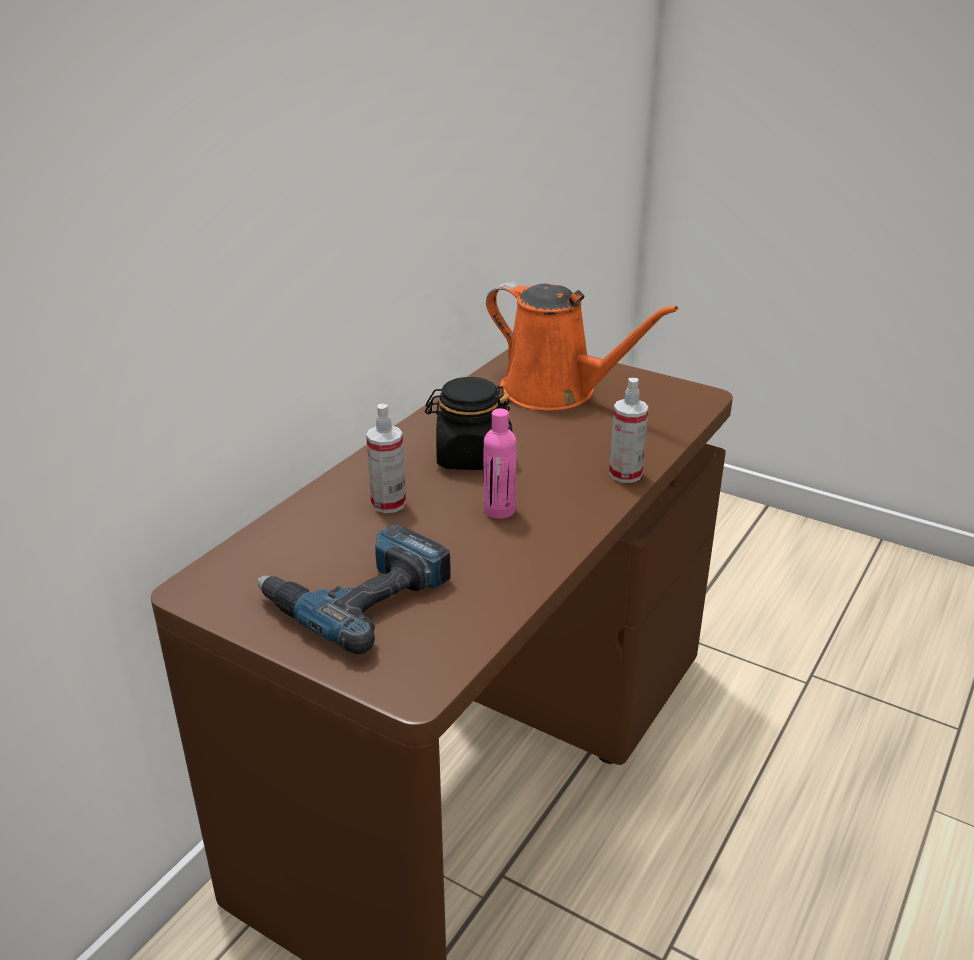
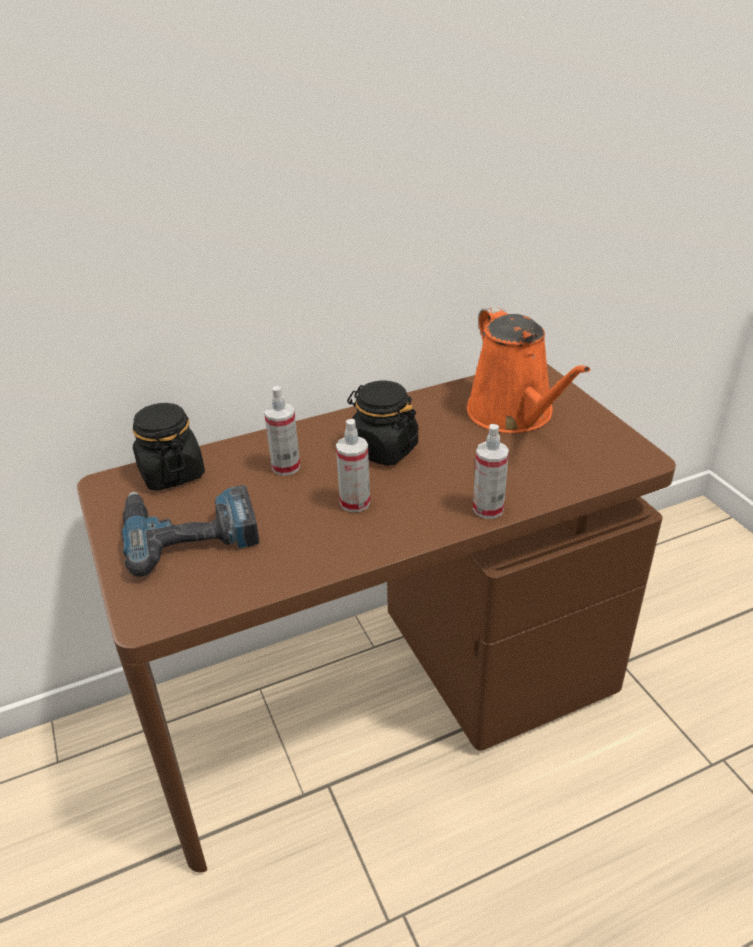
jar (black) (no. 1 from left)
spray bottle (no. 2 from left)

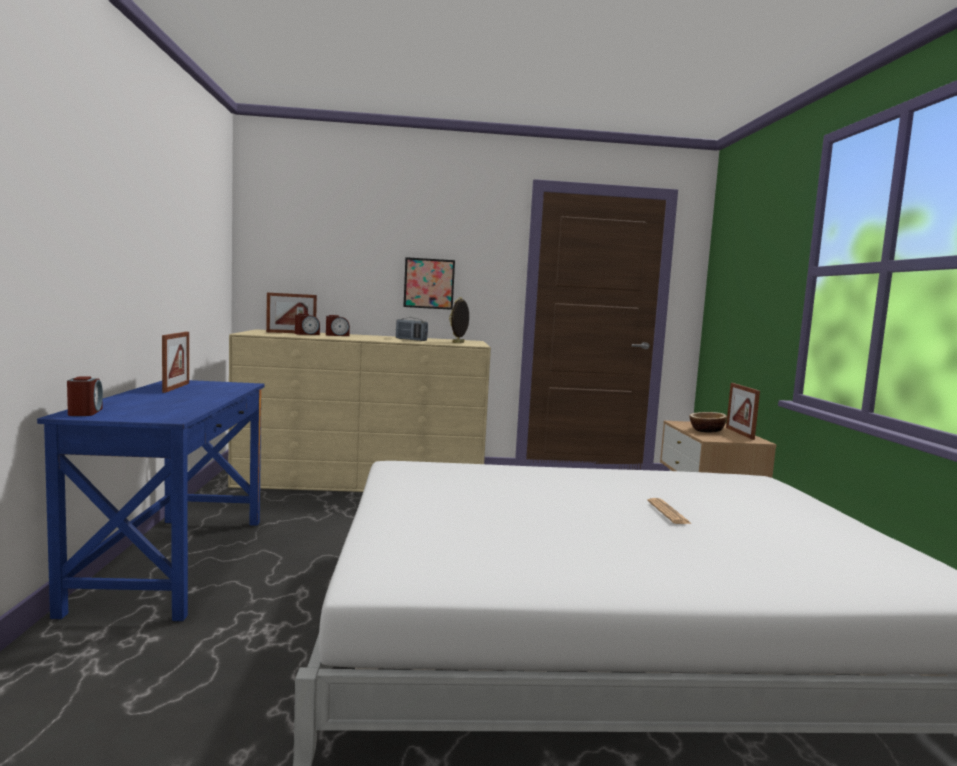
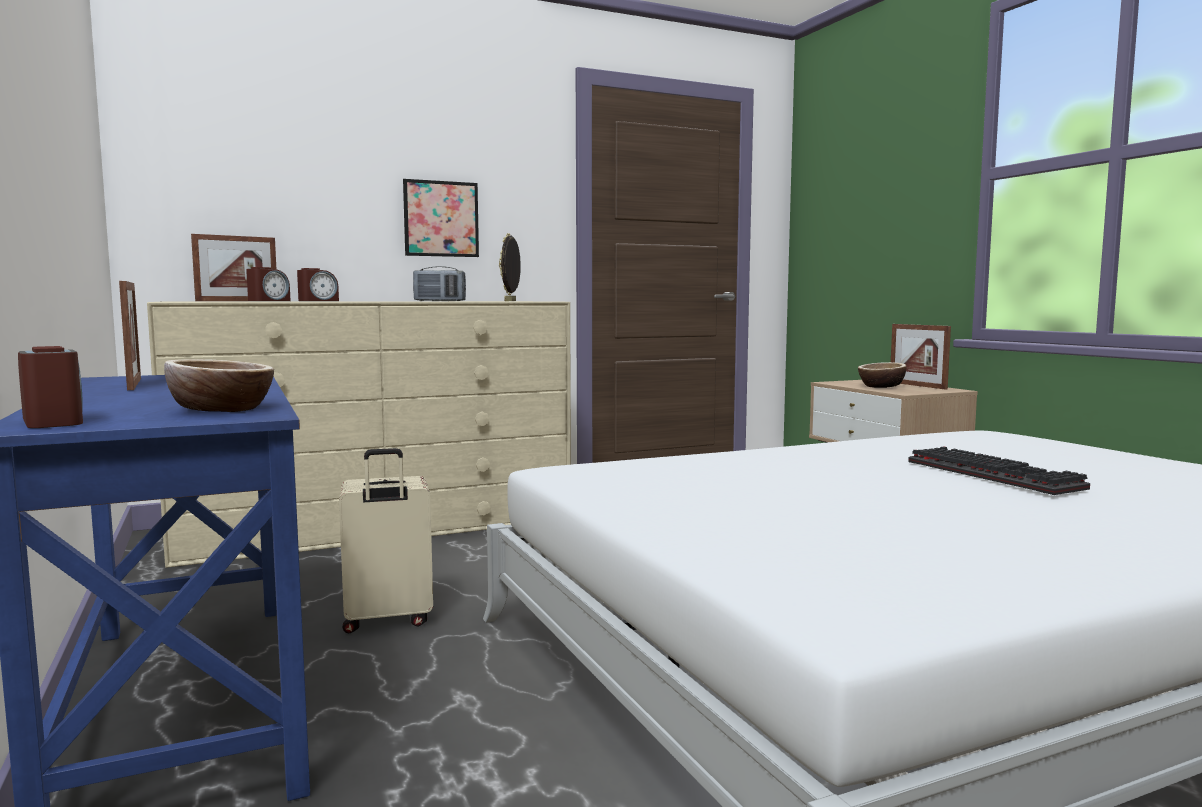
bowl (no. 1 from left)
suitcase (beige)
keyboard

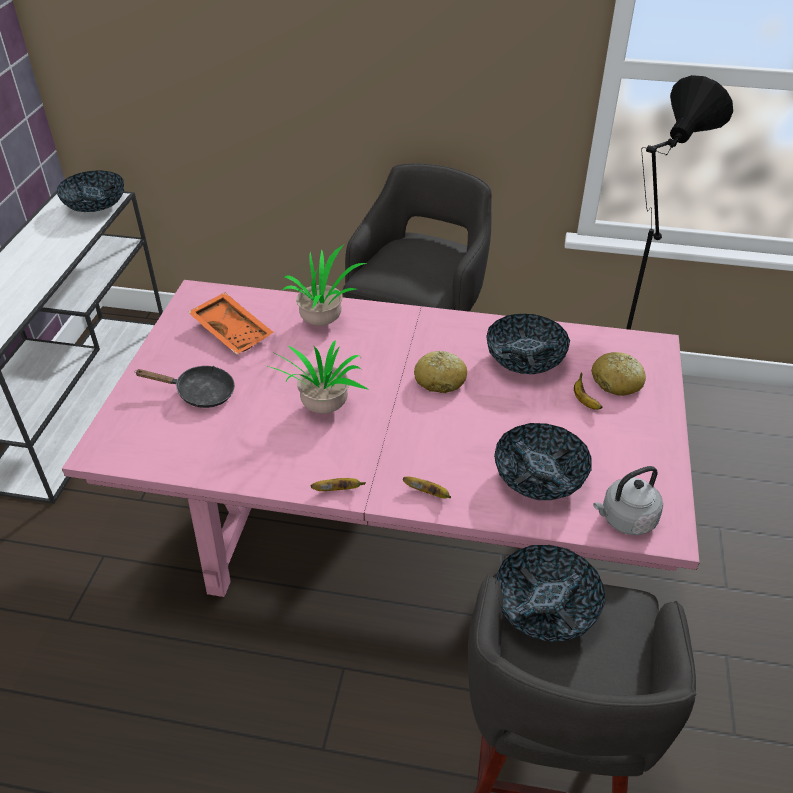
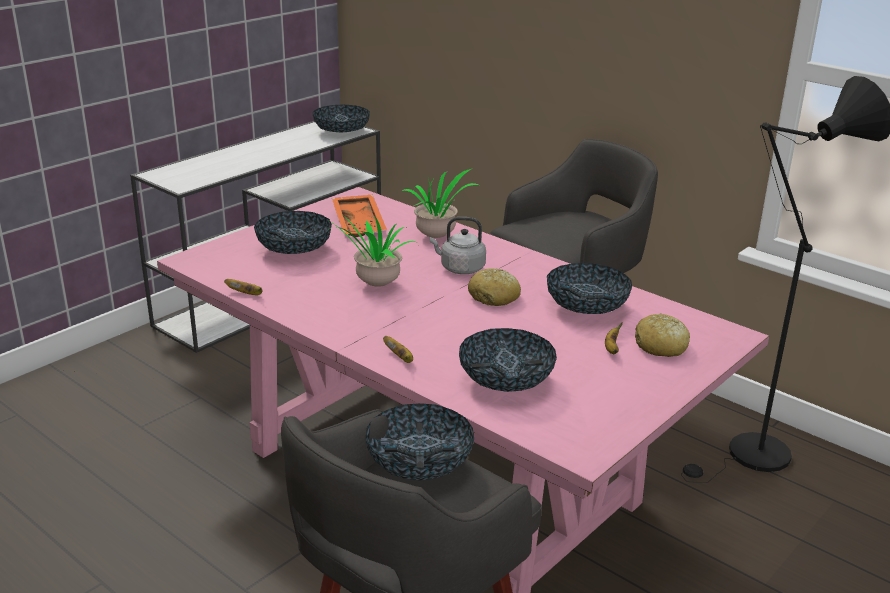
banana (no. 1 from left)
kettle (grey)
bowl (no. 1 from left)

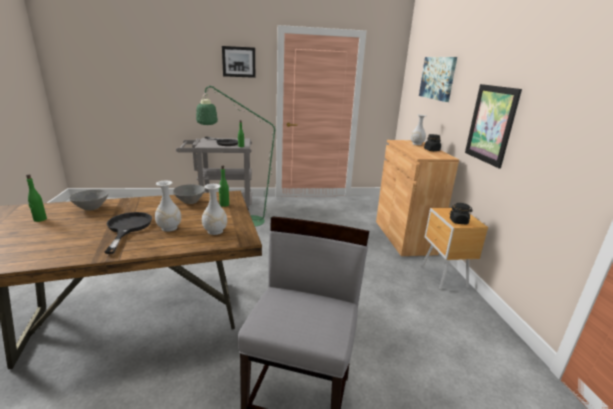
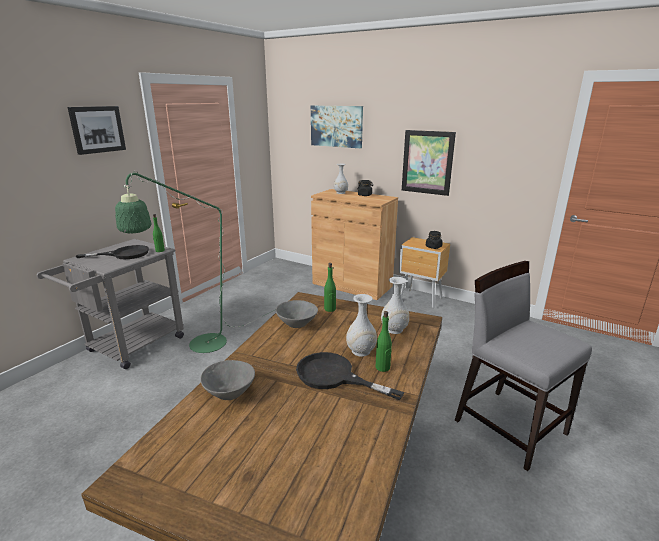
bottle (green) (no. 3 from left)

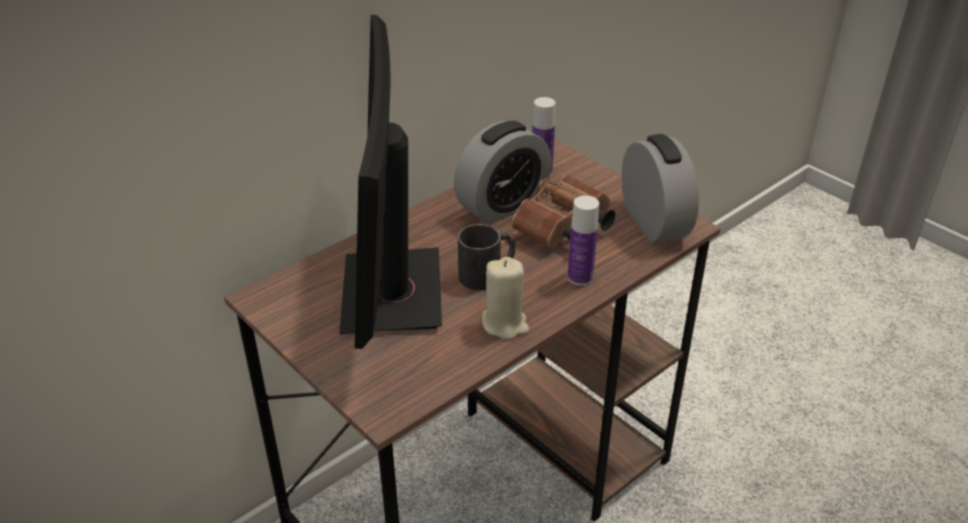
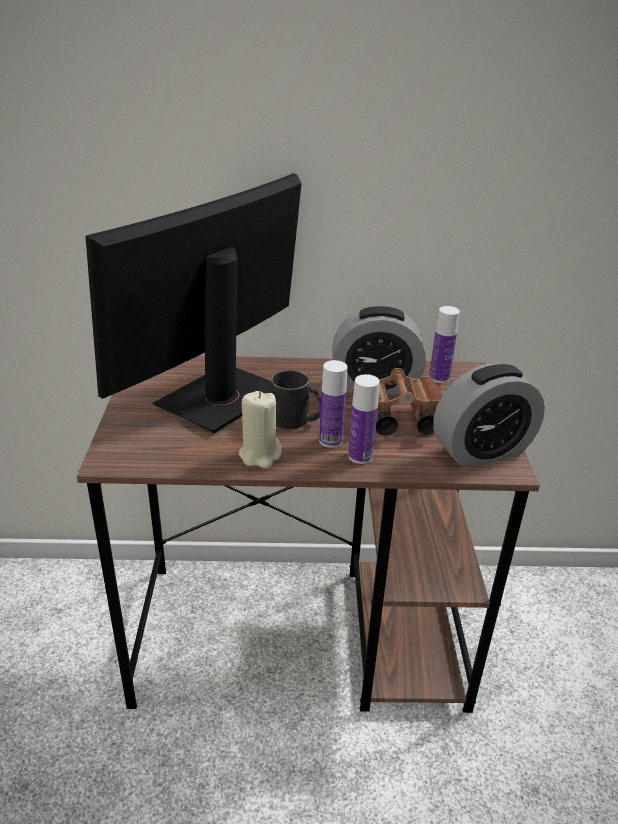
bottle (no. 1 from left)
alarm clock (no. 2 from left)

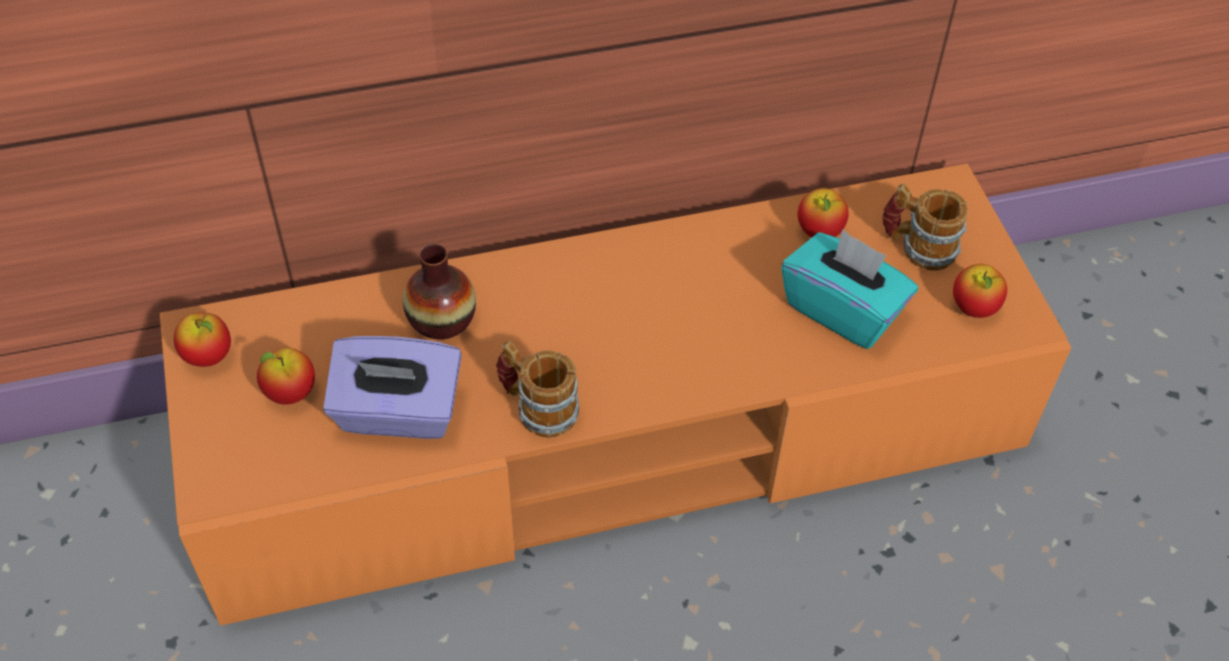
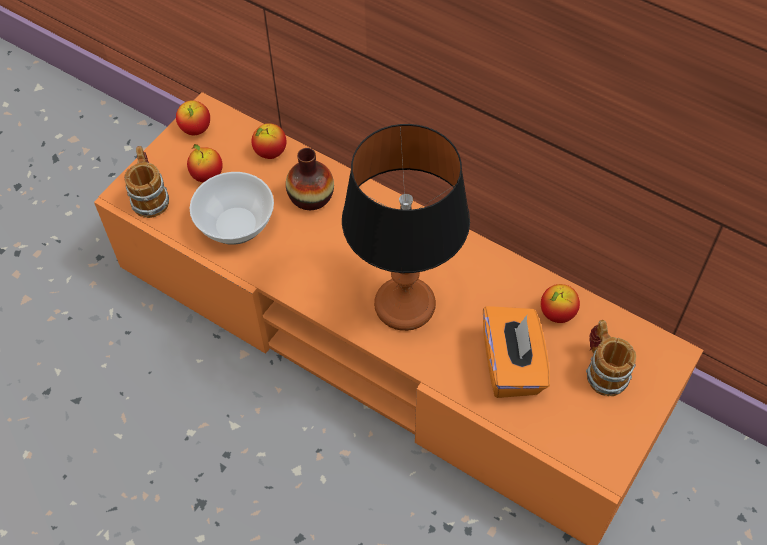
table lamp
mug (no. 1 from left)
apple (no. 3 from left)
bowl
tissue box (orange)

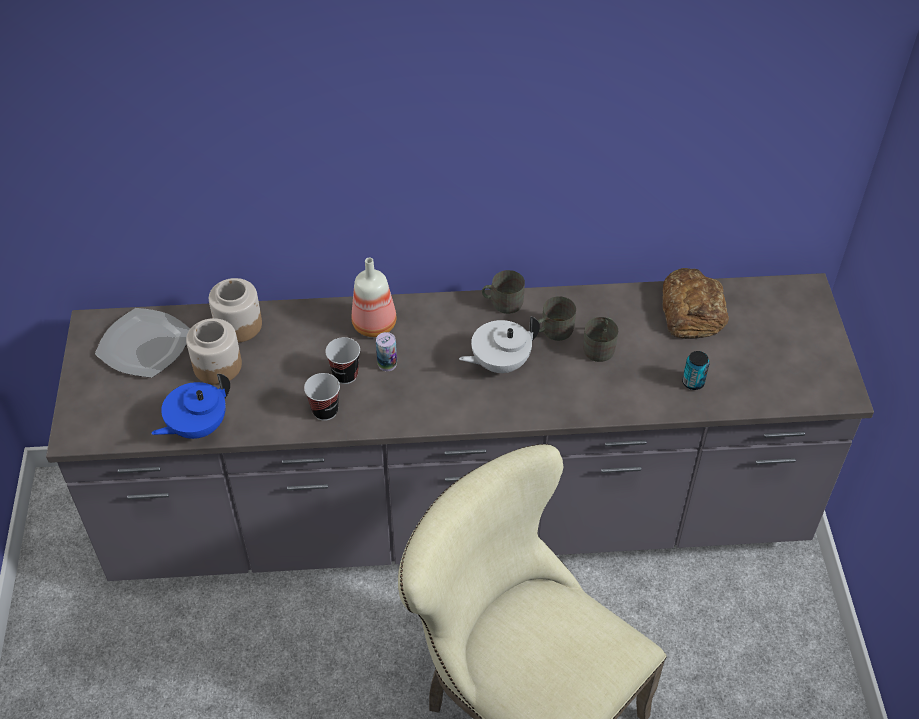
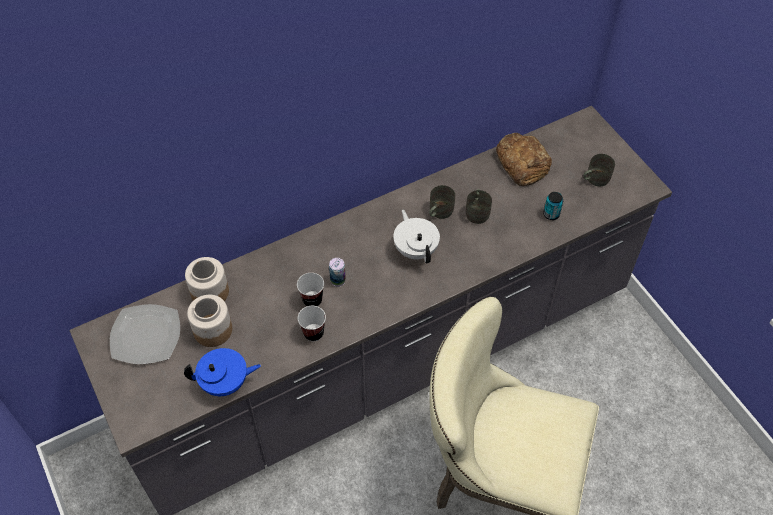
bottle
mug (grey) (no. 3 from left)
teapot (blue)
teapot (white)

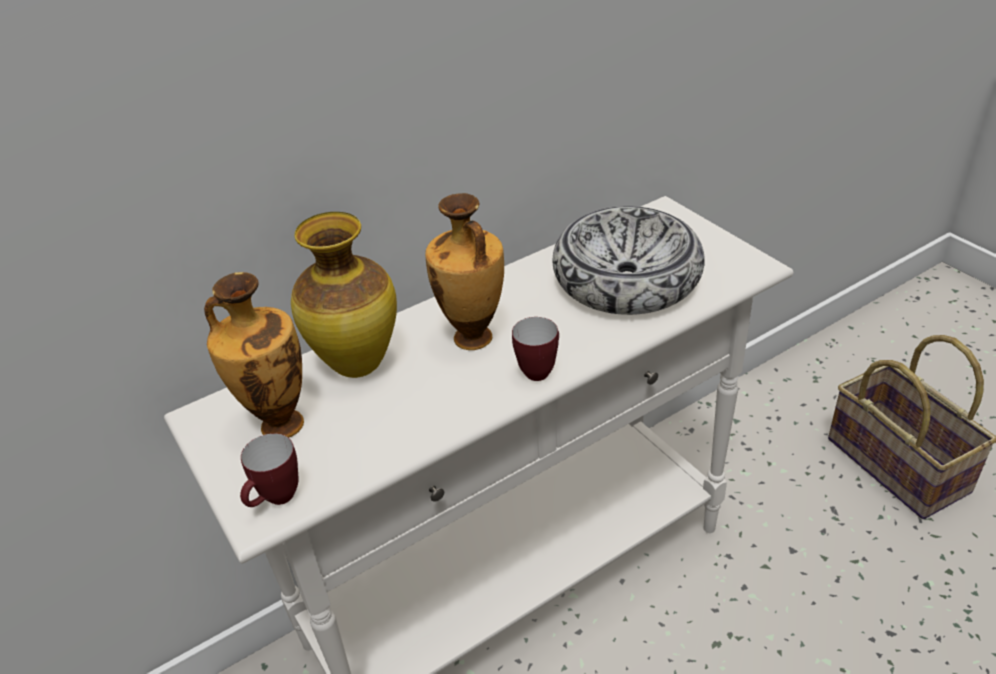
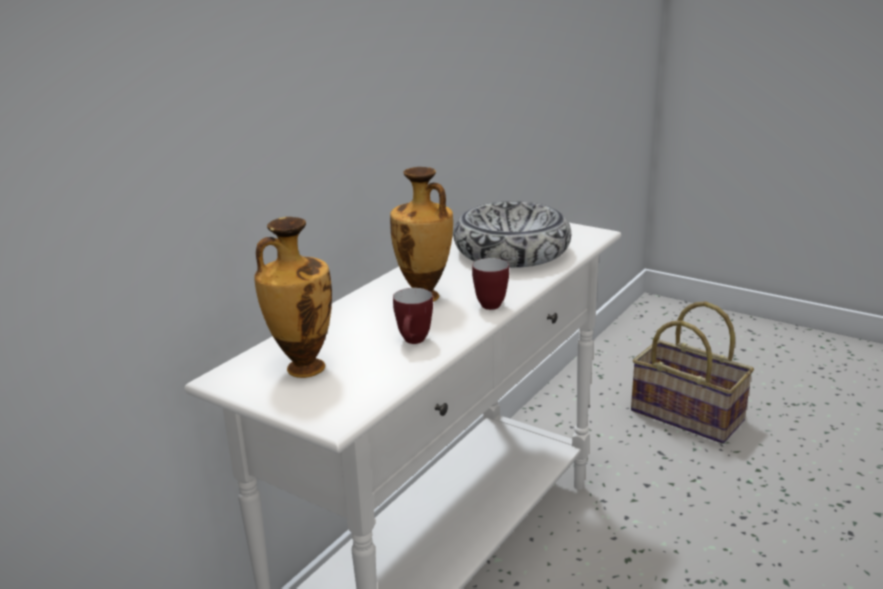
vase (no. 2 from left in the first image)
mug (no. 1 from left)

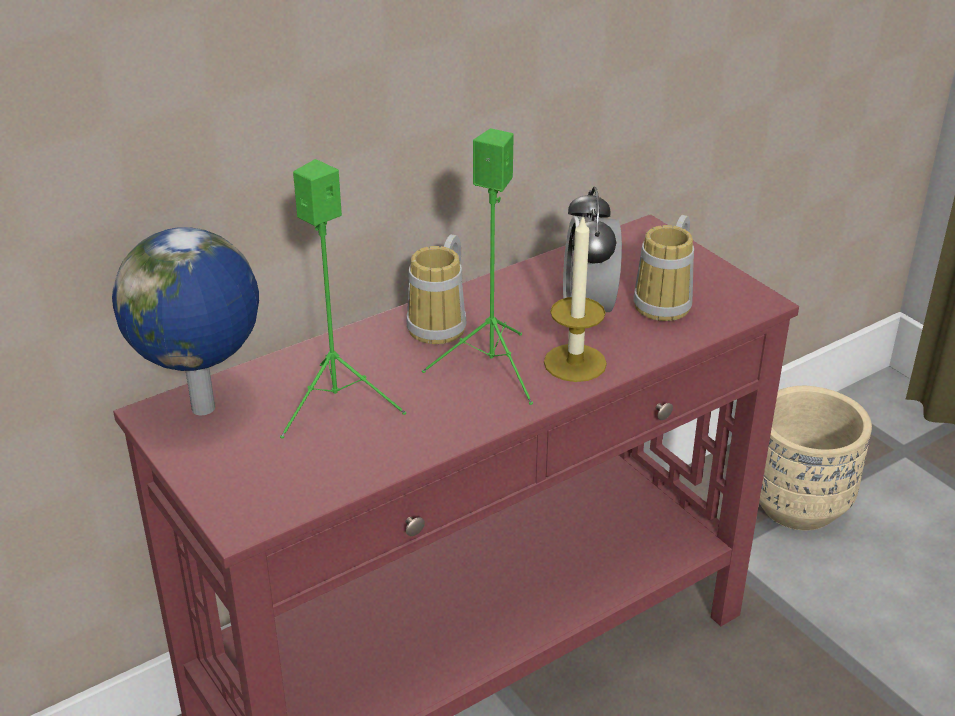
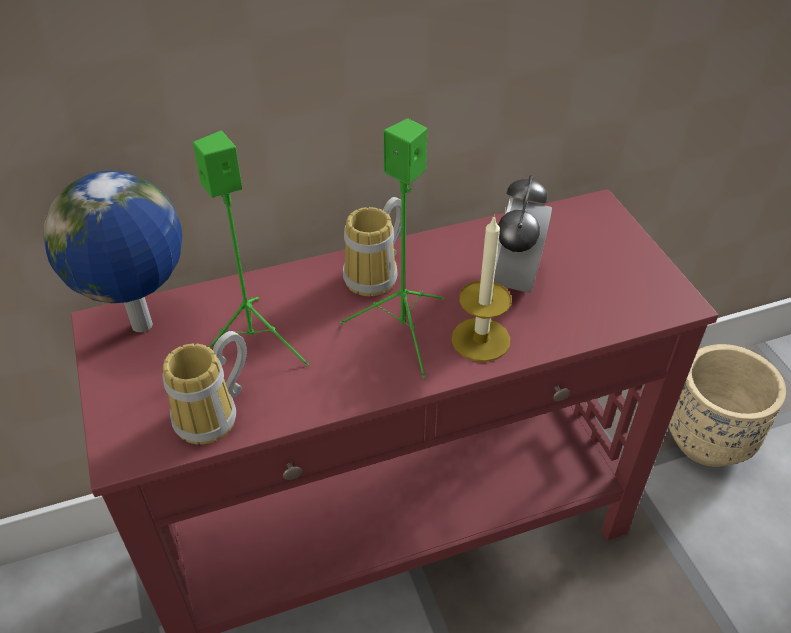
mug (no. 1 from left)

